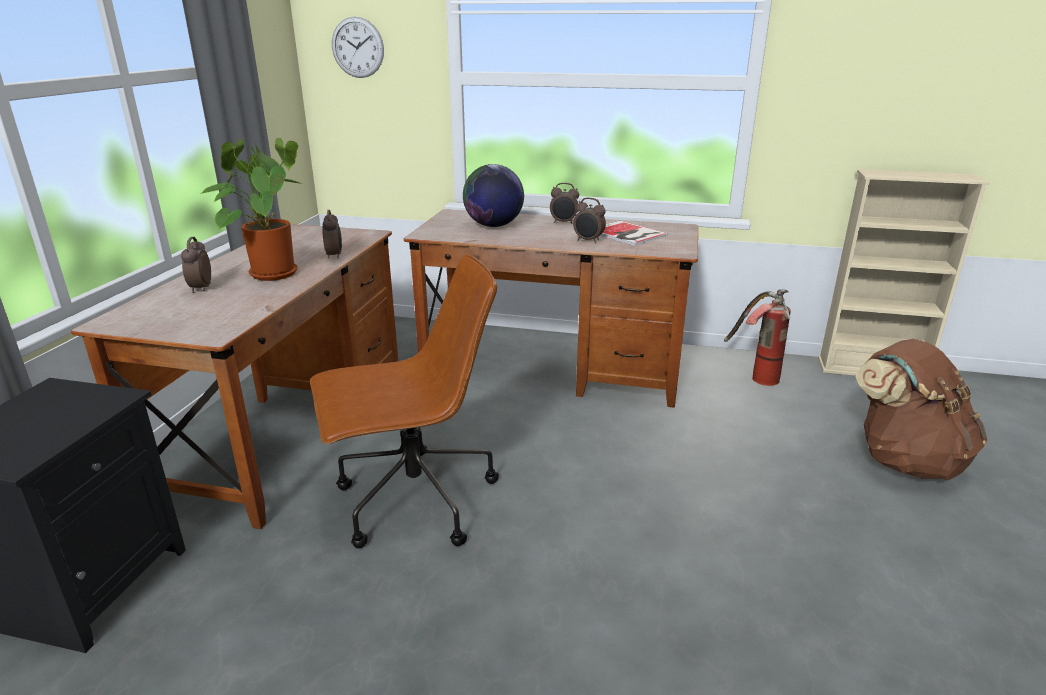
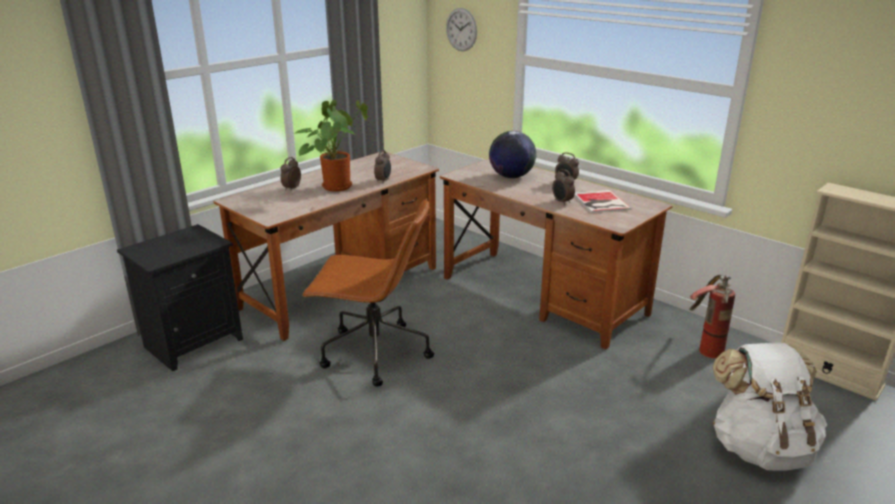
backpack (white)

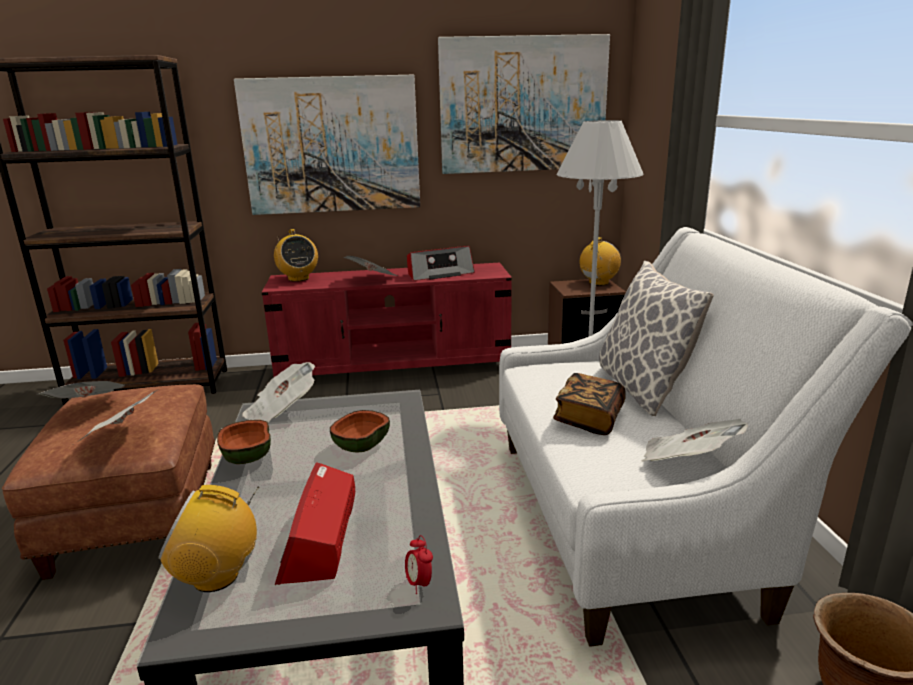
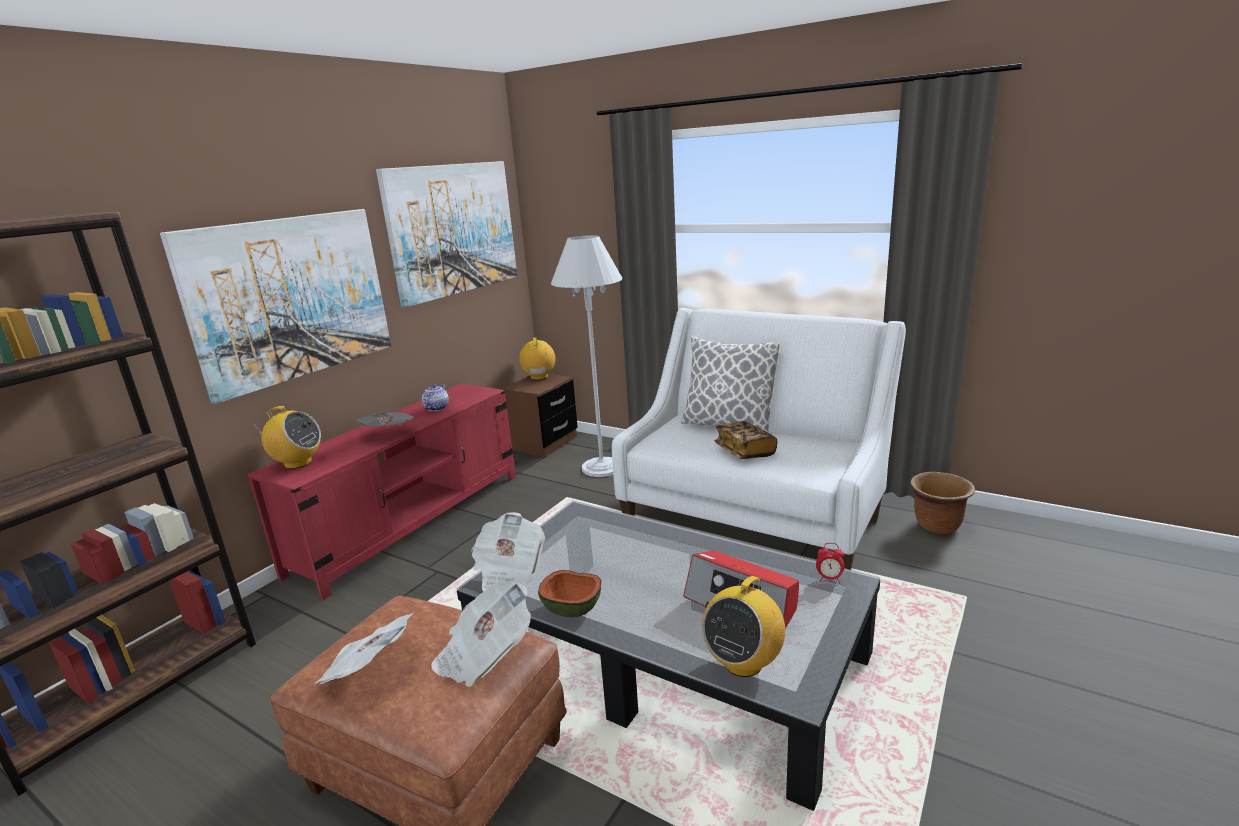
bowl (no. 2 from left in the first image)
newspaper (no. 5 from left in the first image)
teapot

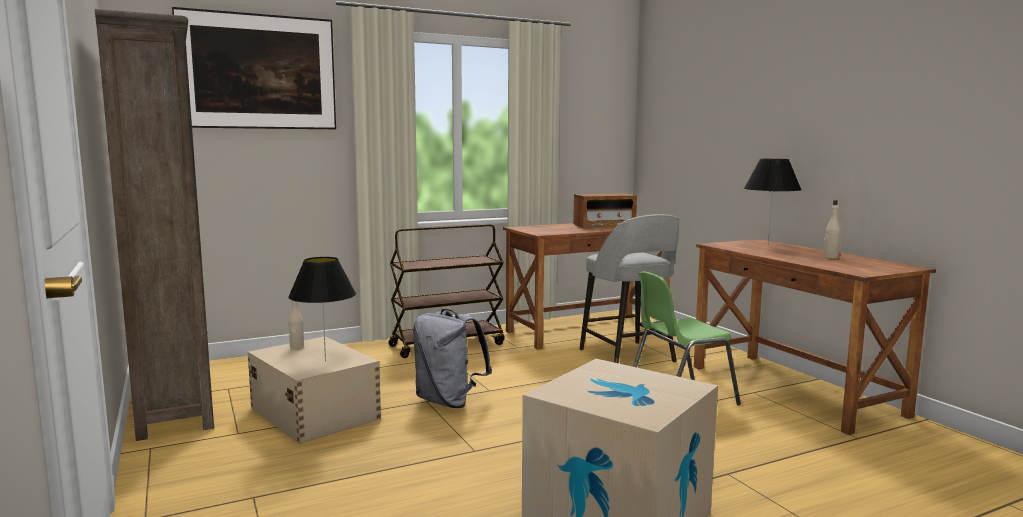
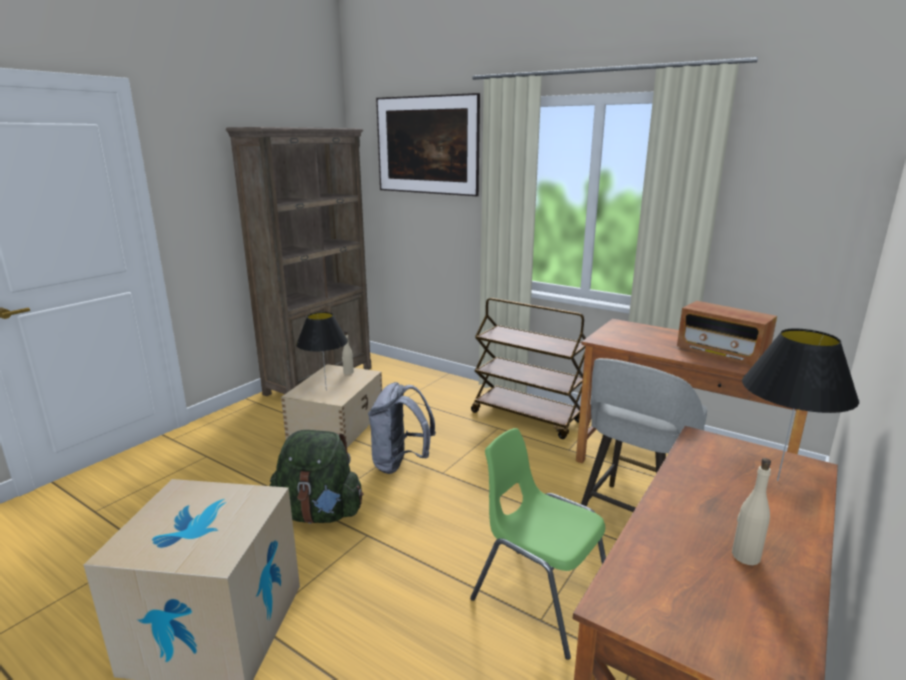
backpack (green)

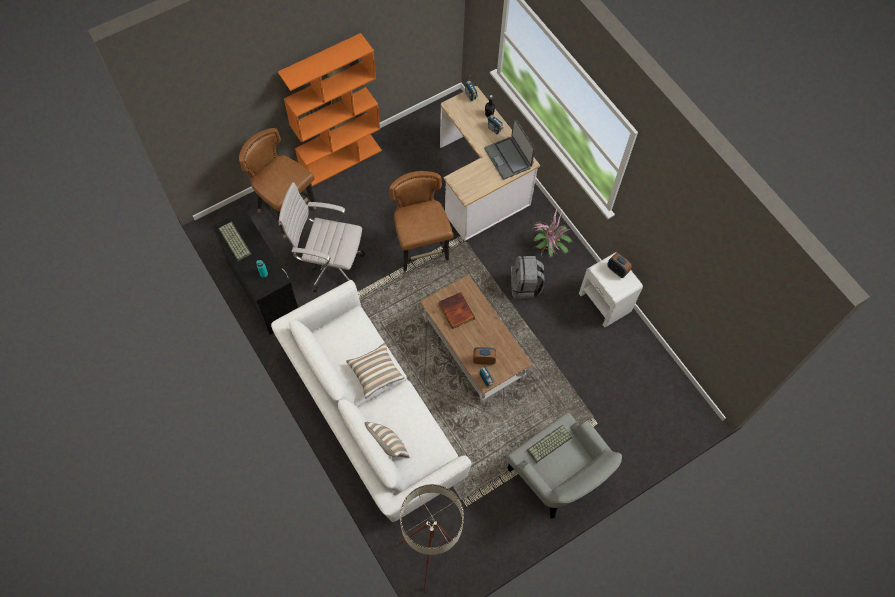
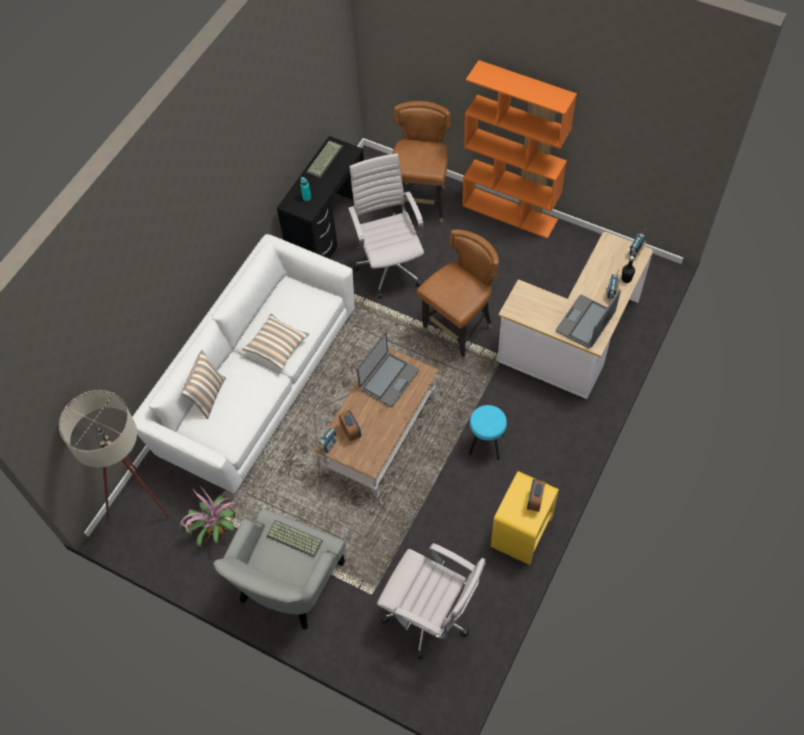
office chair (white) (no. 2 from left)
potted plant
laptop (no. 1 from left)
stool (turquoise)
nightstand (yellow)

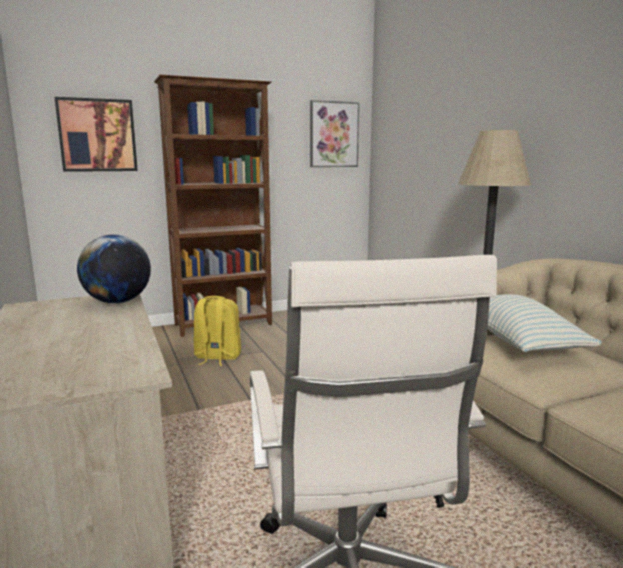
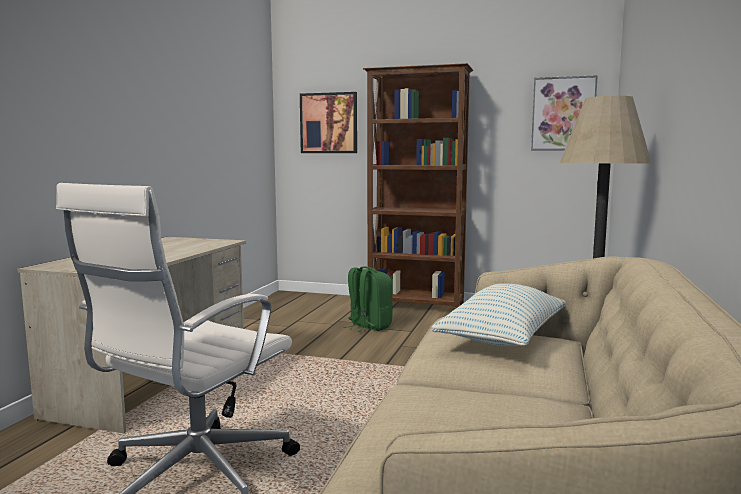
globe
backpack (green)

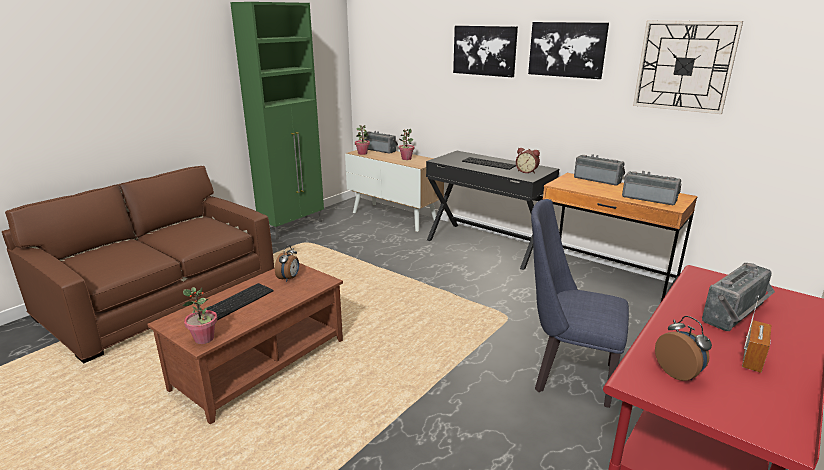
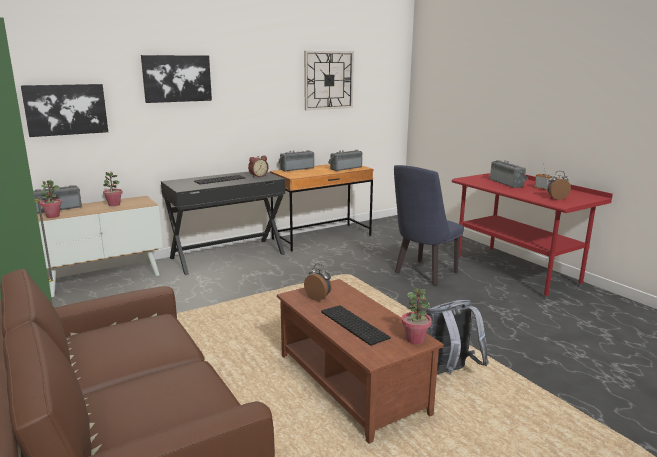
backpack (grey)
picture (no. 1 from left)

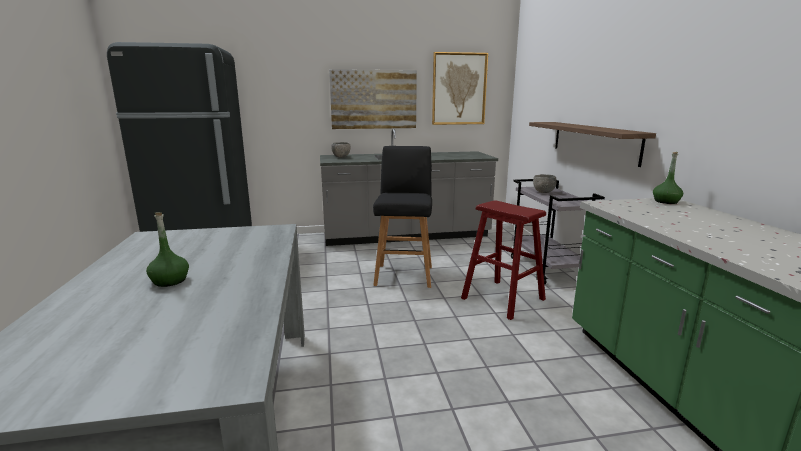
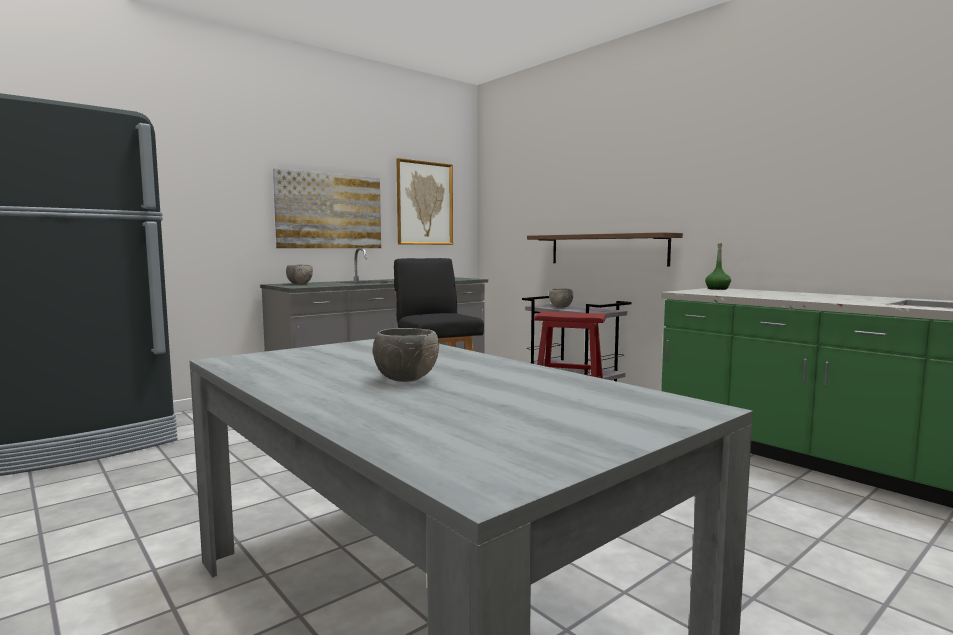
bowl (grey) (no. 2 from left)

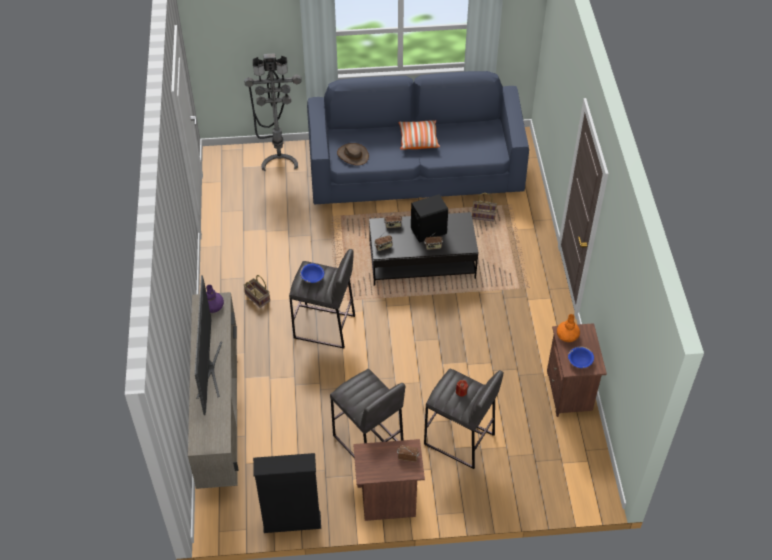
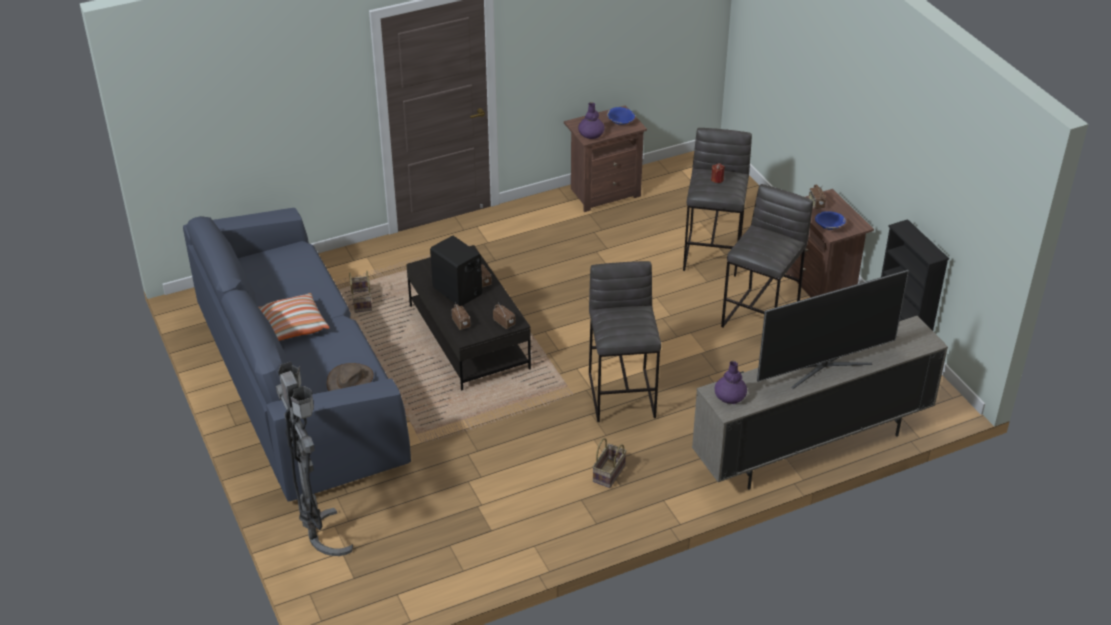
bowl (blue) (no. 2 from left)
vase (purple) (no. 1 from left)

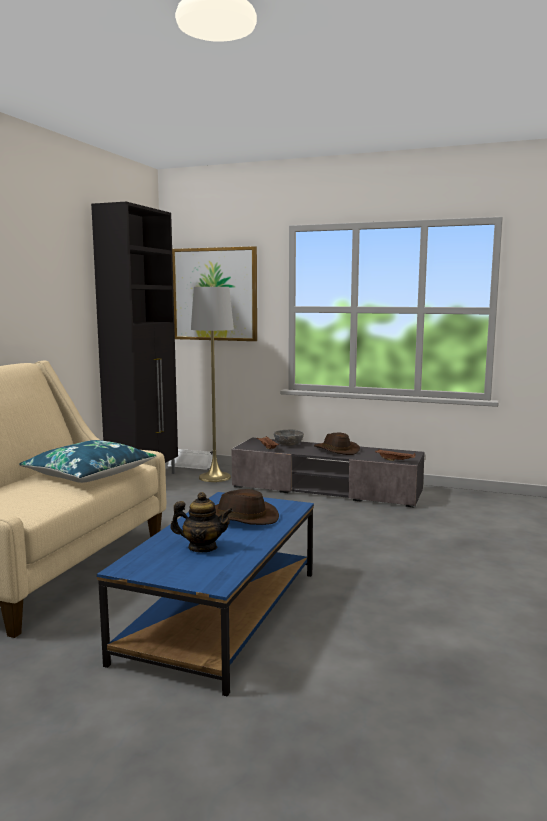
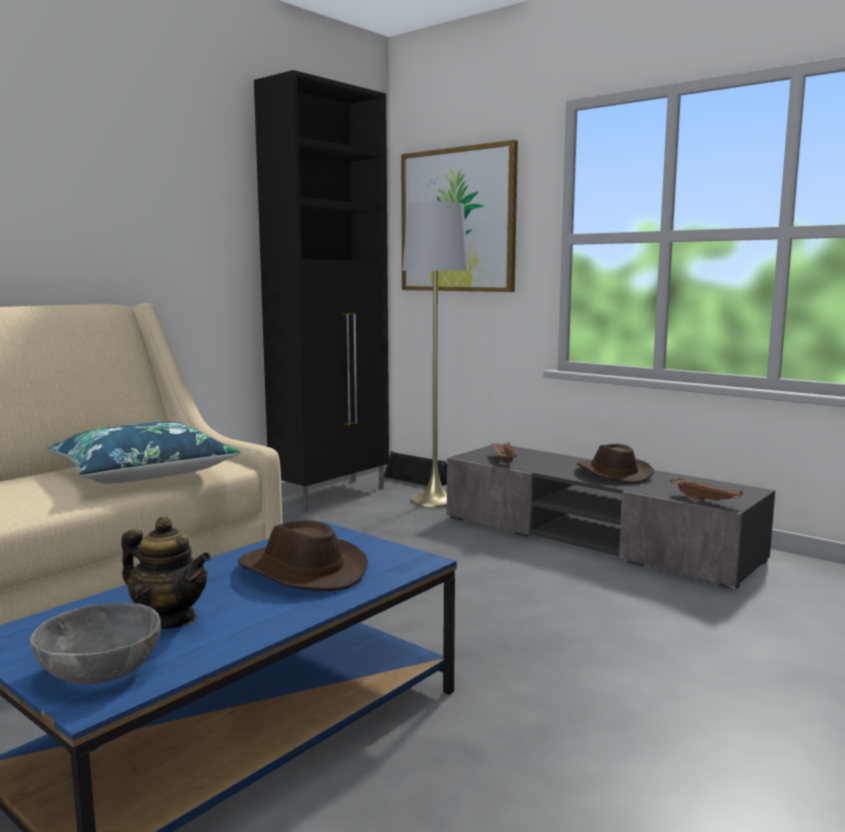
bowl (grey)
speaker (black)

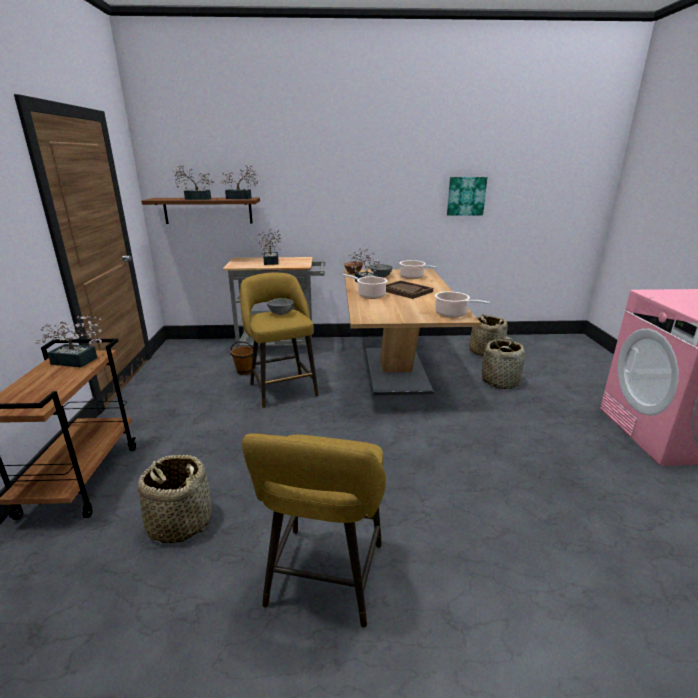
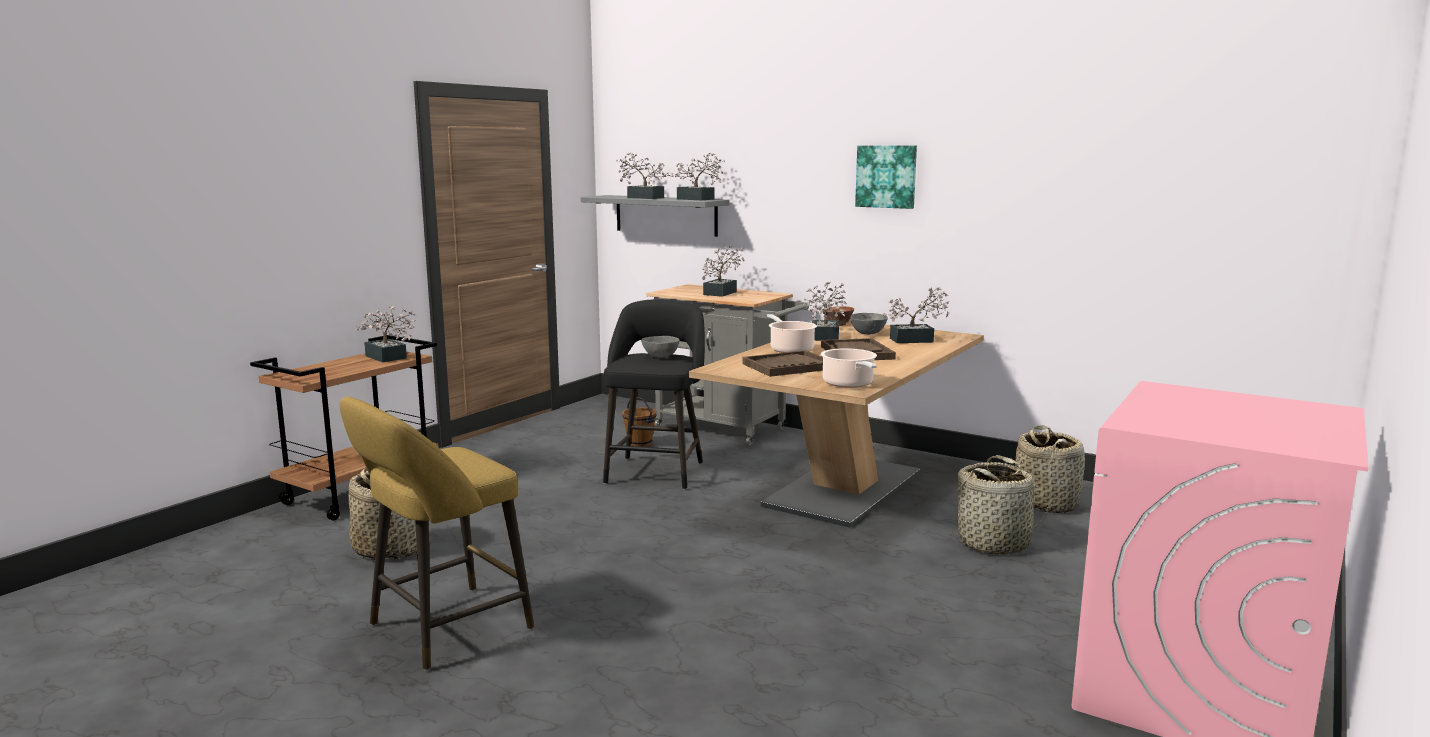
tray (brown) (no. 1 from left)
picture
potted plant (no. 6 from left)
shelf (grey)
stool (black)

